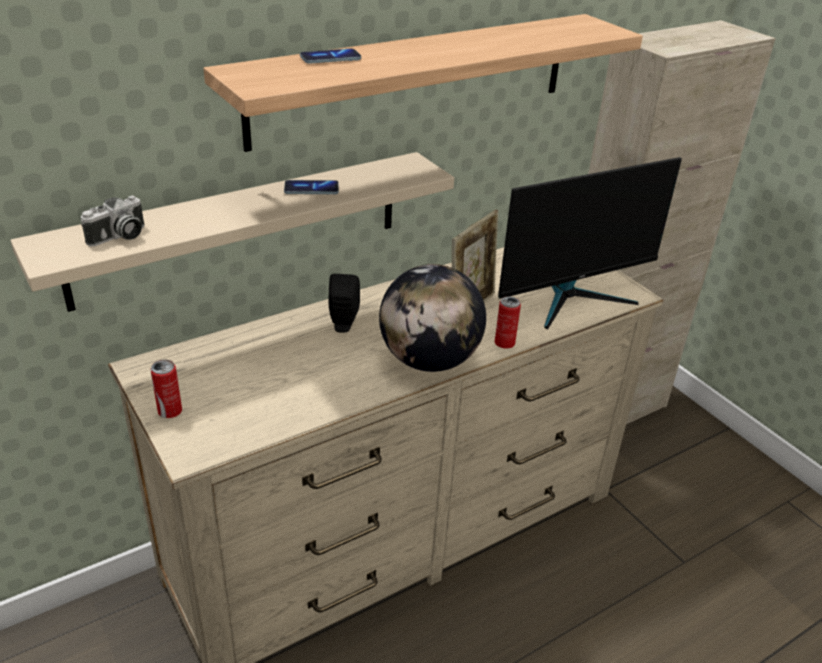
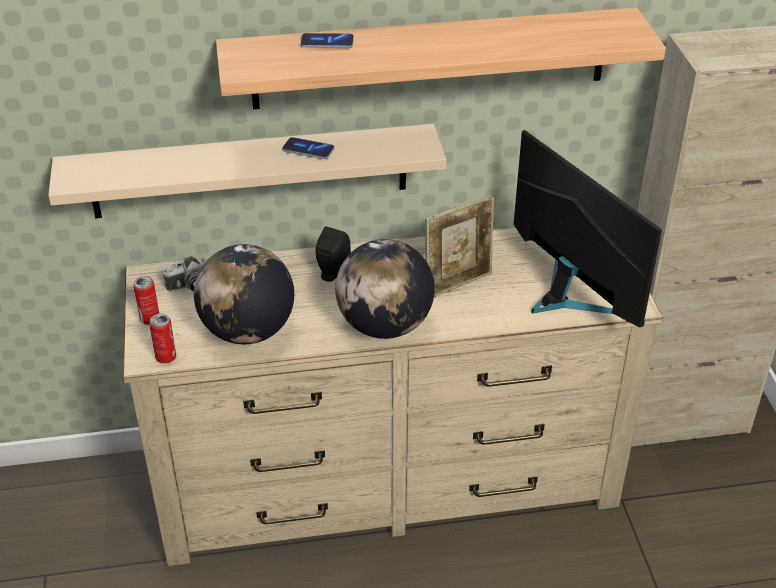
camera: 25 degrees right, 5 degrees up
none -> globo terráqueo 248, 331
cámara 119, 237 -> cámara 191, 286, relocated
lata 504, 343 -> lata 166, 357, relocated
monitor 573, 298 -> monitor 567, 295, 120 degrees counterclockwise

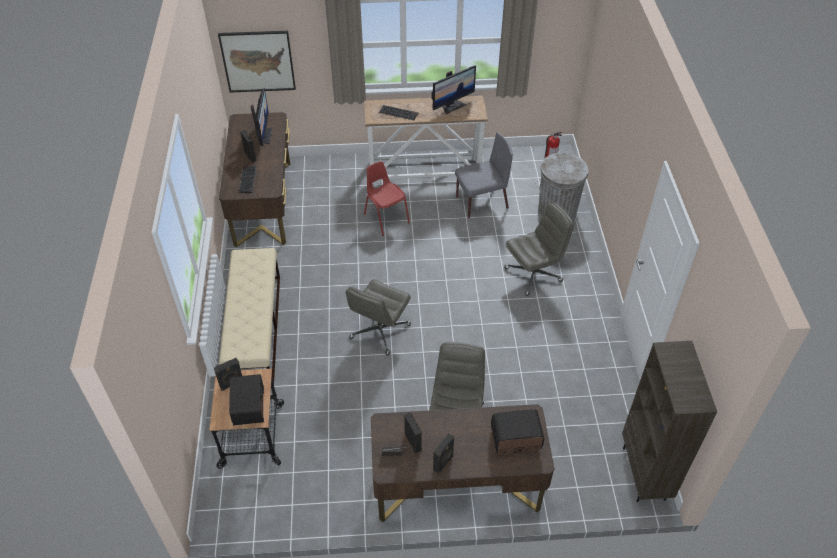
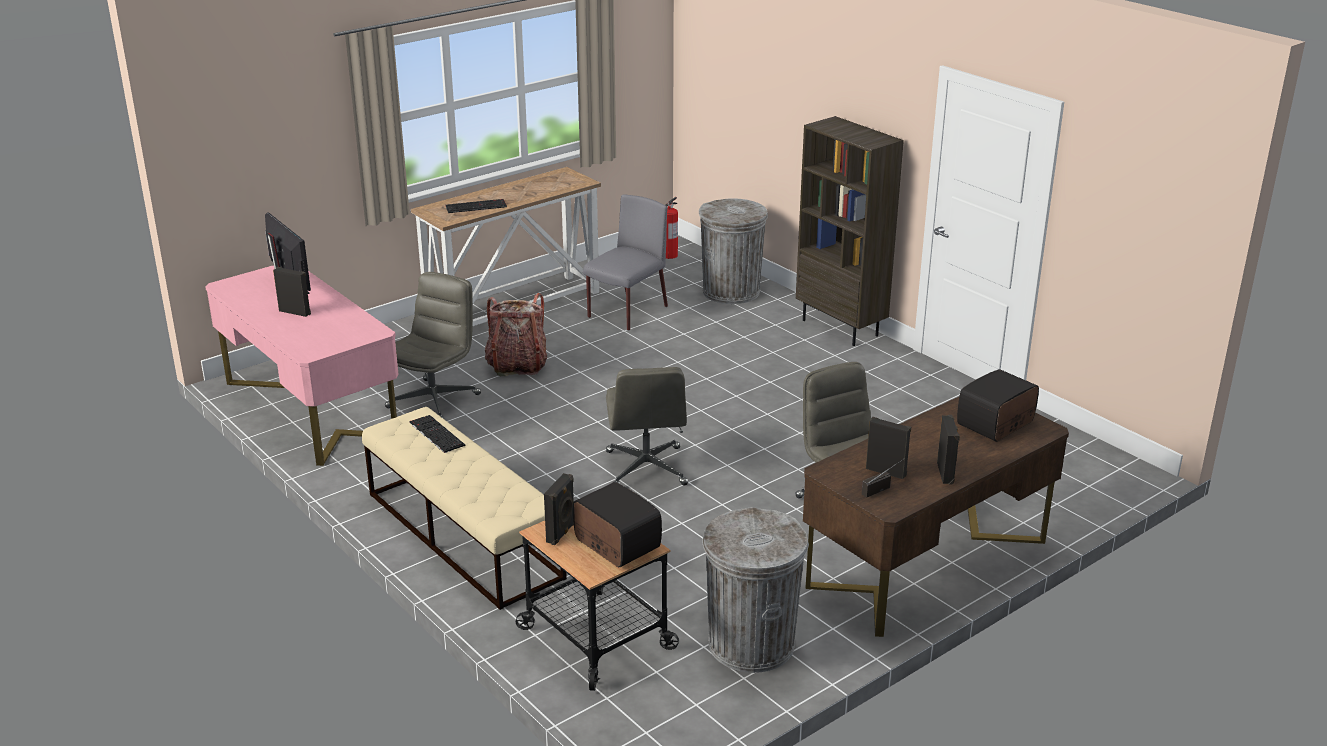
camera: 35 degrees left, 20 degrees down
cuadro 258, 61 -> none
monitor 452, 106 -> none
none -> papelera/gris 751, 644
teclado 247, 179 -> teclado 435, 434, relocated
silla de oficina/gris 533, 274 -> silla de oficina/gris 434, 400, relocated
estantería/marrón 644, 474 -> estantería/marrón 841, 328, relocated
silla/rojo 386, 218 -> mochila 517, 365
escritorio/marrón 263, 203 -> escritorio/rosa 310, 409

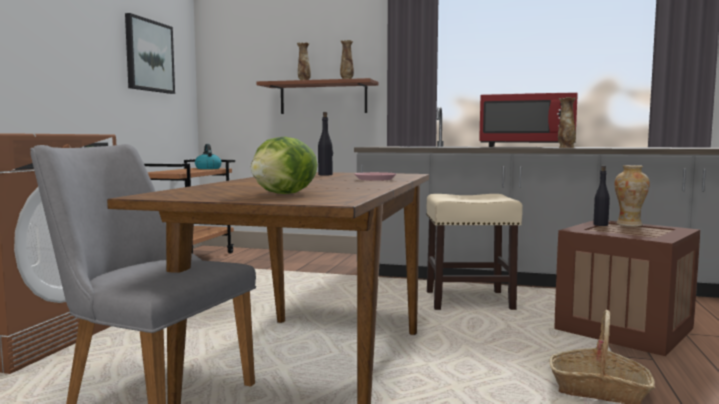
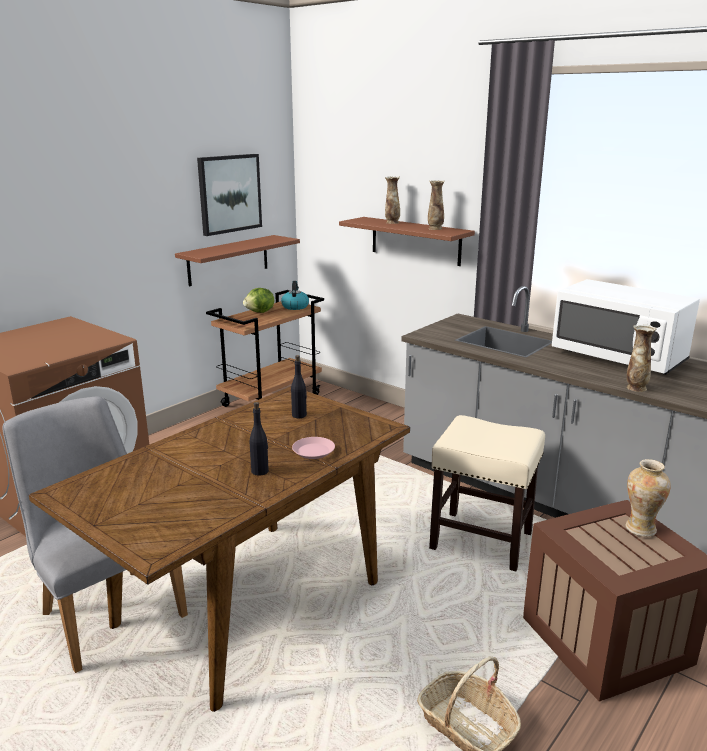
camera: 25 degrees right, 15 degrees up
none -> estante/marrón 228, 260
lechuga 285, 194 -> lechuga 260, 312, relocated
botella/negro 600, 225 -> botella/negro 260, 471, relocated
microondas/rojo 527, 146 -> microondas/blanco 618, 358

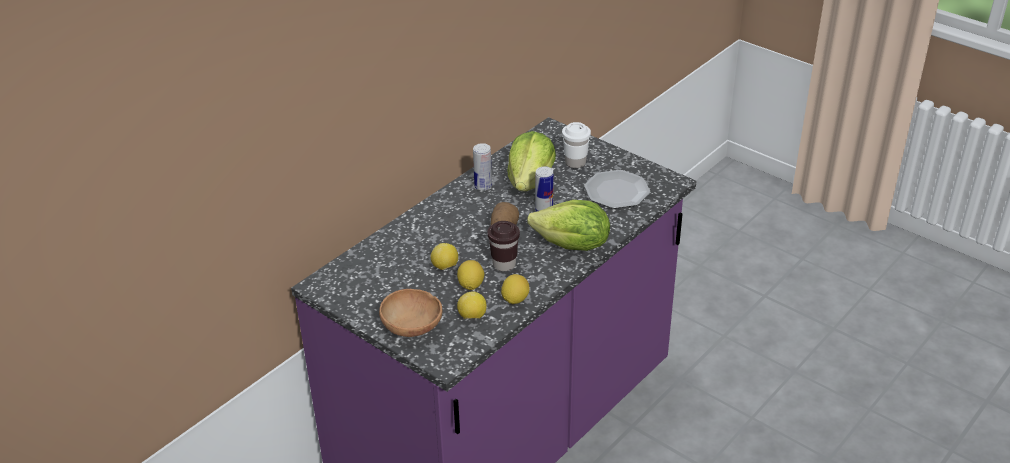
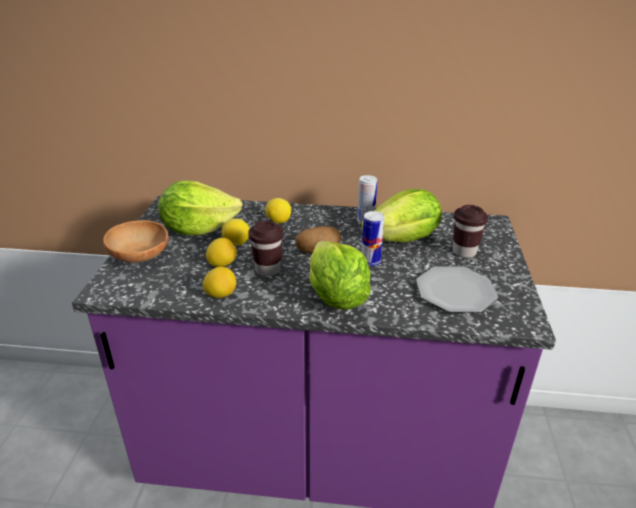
camera: 55 degrees right, 5 degrees down
none -> lechuga 198, 229
limón 472, 317 -> limón 278, 221, relocated
taza/blanco 575, 163 -> taza/marrón 464, 252

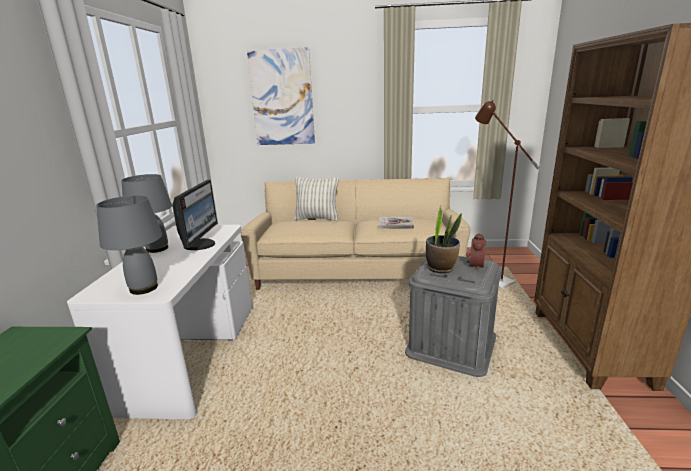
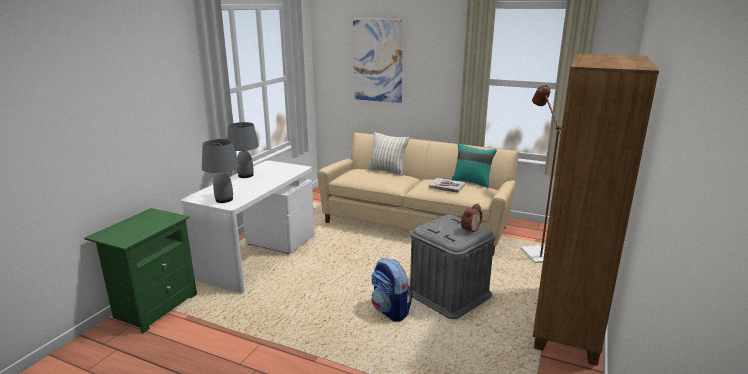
camera: 20 degrees right, 0 degrees up
monitor 200, 245 -> none
planta en maceta 441, 268 -> none
none -> mochila 390, 311
none -> cojín/turquesa 472, 182

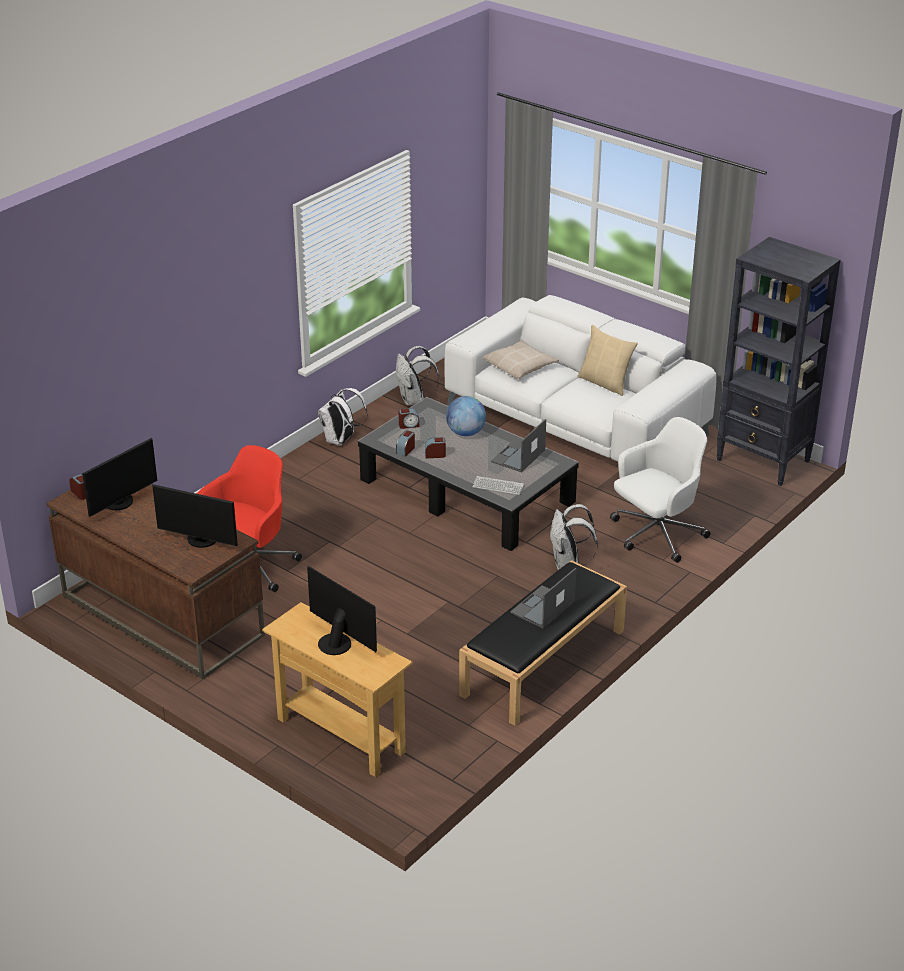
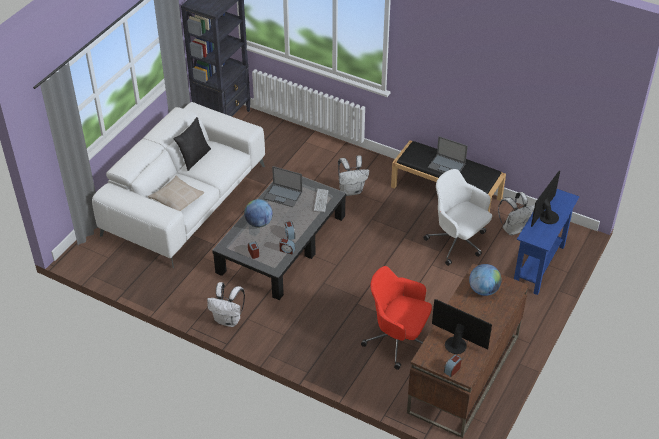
camera: 100 degrees left, 10 degrees up
mochila/blanco 414, 400 -> mochila/blanco 514, 228, relocated
silla de oficina/blanco 656, 535 -> silla de oficina/blanco 457, 243, relocated
monitor 201, 540 -> globo terráqueo 483, 290
mesa consola/beis 340, 735 -> mesa consola/azul 539, 265
cojín/beis 605, 383 -> cojín/negro 194, 157

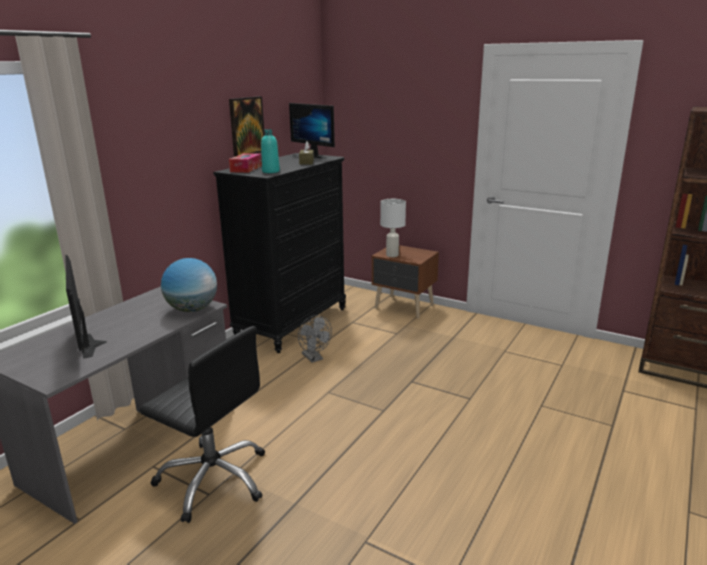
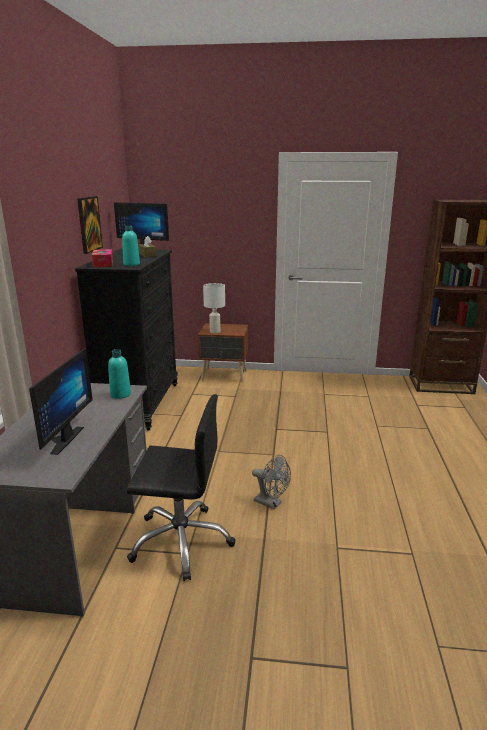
camera: 25 degrees left, 0 degrees up
ventilador/gris 314, 358 -> ventilador/gris 271, 503, relocated
globo terráqueo 192, 309 -> botella/turquesa 120, 394
monitor 94, 344 -> monitor 61, 439, 120 degrees counterclockwise

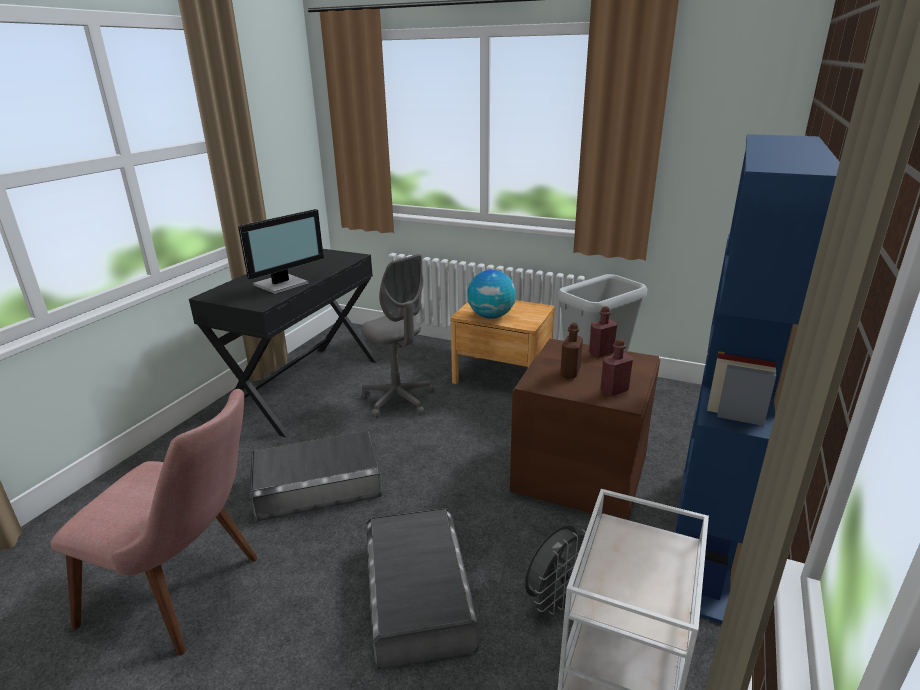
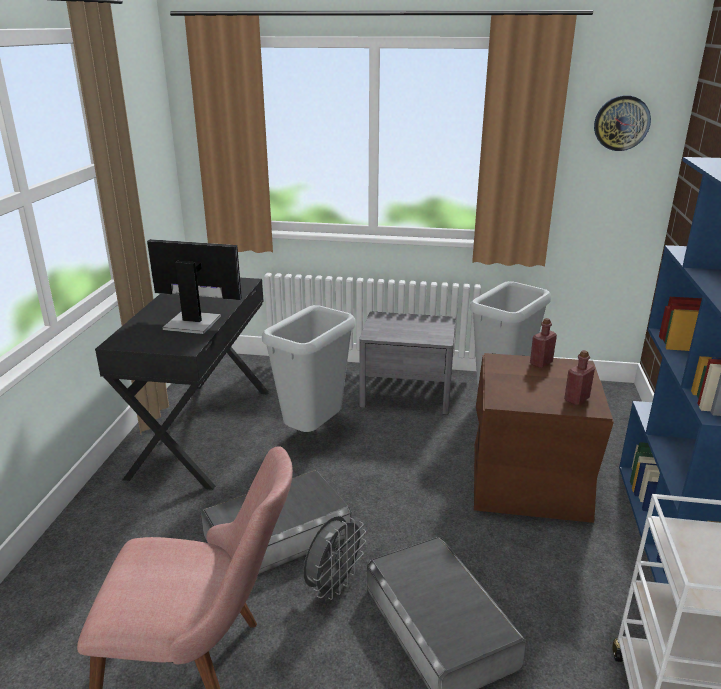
camera: 15 degrees left, 0 degrees up
globo terráqueo 491, 316 -> none
botella/marrón 570, 372 -> none
none -> reloj de pared 621, 123
ventilador/gris 556, 598 -> ventilador/gris 333, 585, relocated
silla de oficina/gris 398, 400 -> papelera/gris 314, 432
mesita de noche/marrón 502, 376 -> mesita de noche/gris 406, 393
monitor 283, 284 -> monitor 193, 322, 105 degrees counterclockwise

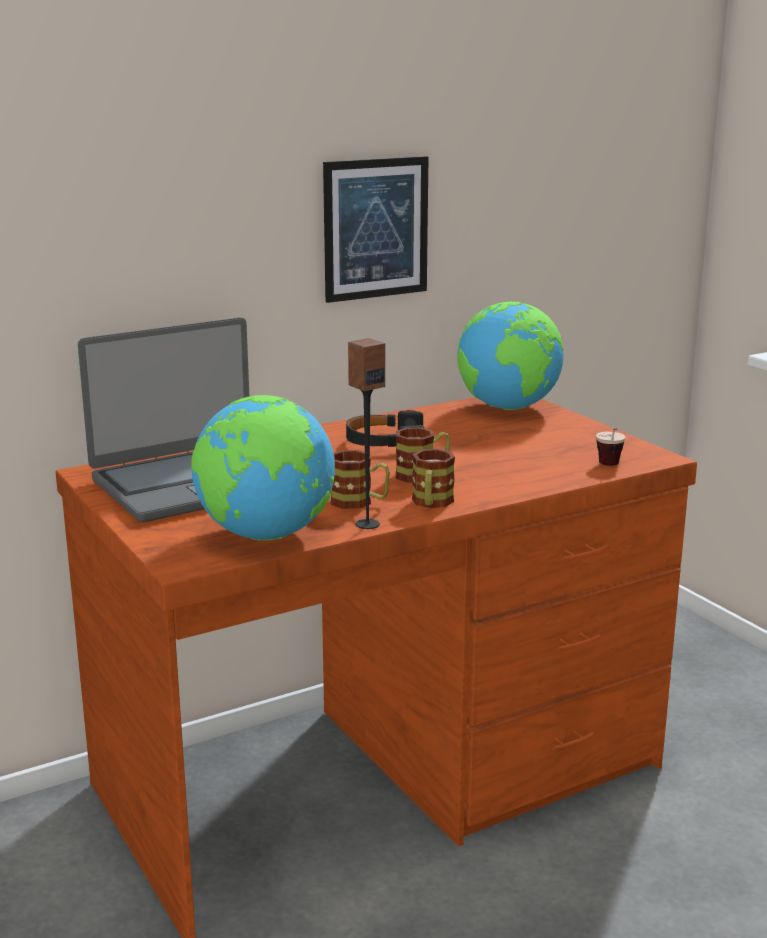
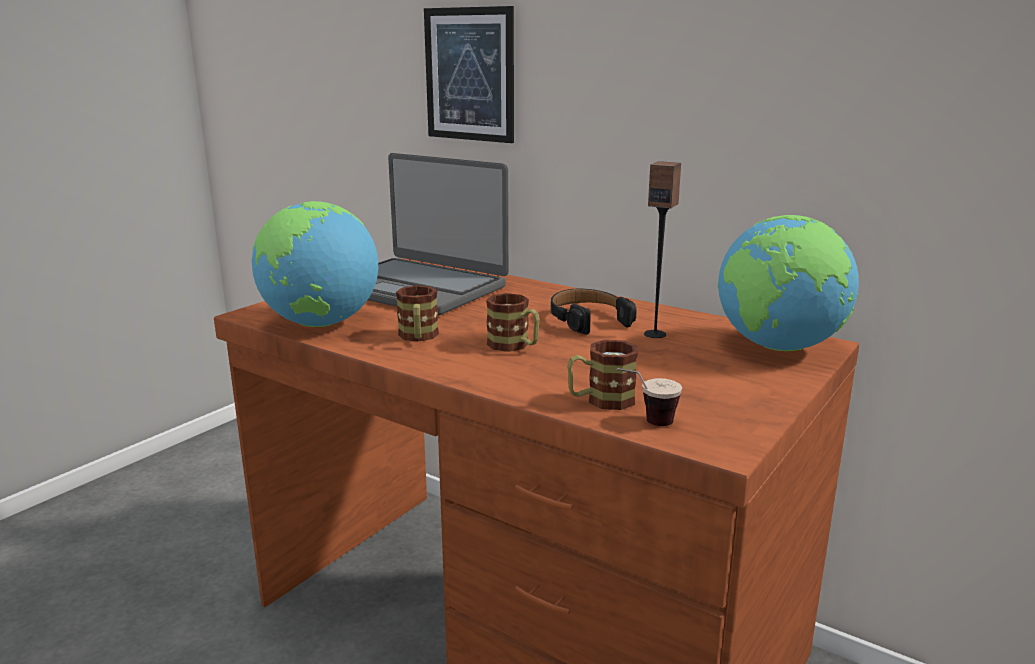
camera: 65 degrees right, 0 degrees up
cuadro 376, 228 -> cuadro 469, 75, relocated
altavoz 367, 524 -> altavoz 655, 334, relocated
taza grande 431, 503 -> taza grande 601, 400, relocated

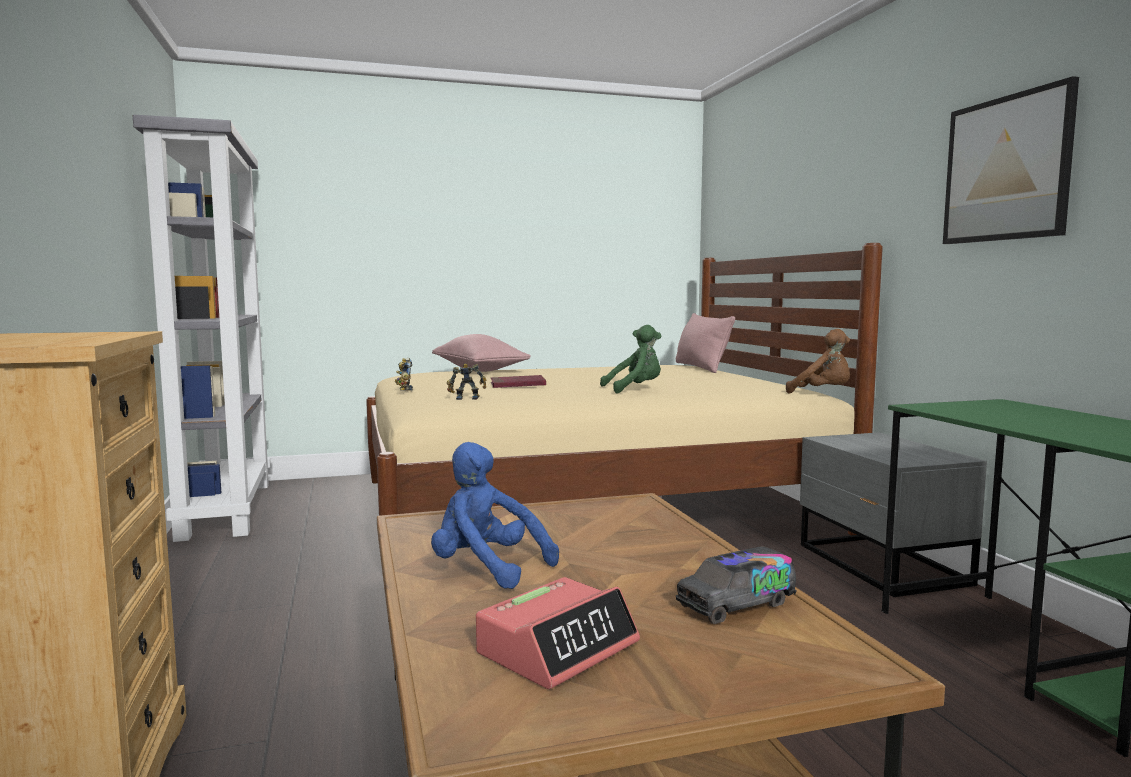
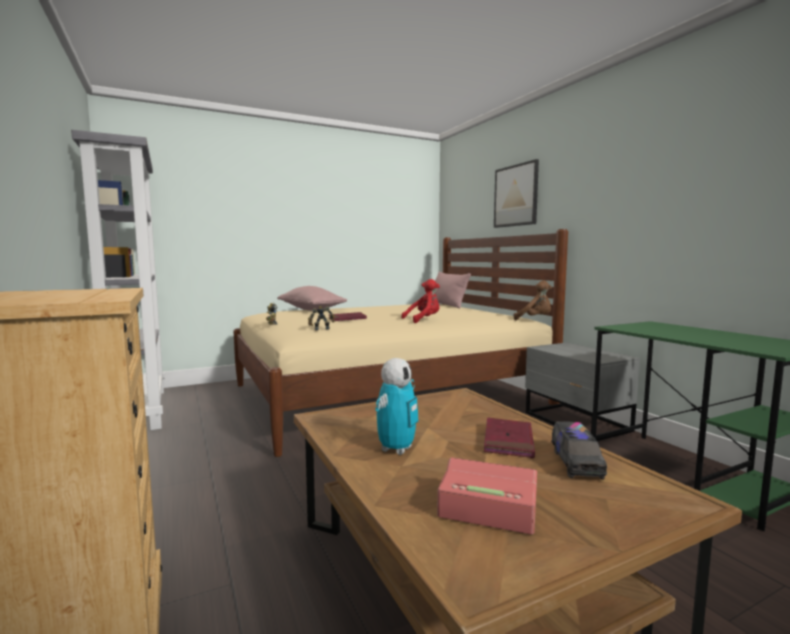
camera: 10 degrees left, 0 degrees up
none -> libro/rojo 508, 441
cuadro 1007, 169 -> cuadro 516, 195, relocated
peluche/azul 486, 569 -> robot de juguete 396, 449
peluche/verde 635, 389 -> peluche/rojo 423, 320
despertador 558, 648 -> despertador 487, 506, 105 degrees counterclockwise
camión de juguete 736, 604 -> camión de juguete 576, 463, 45 degrees counterclockwise

